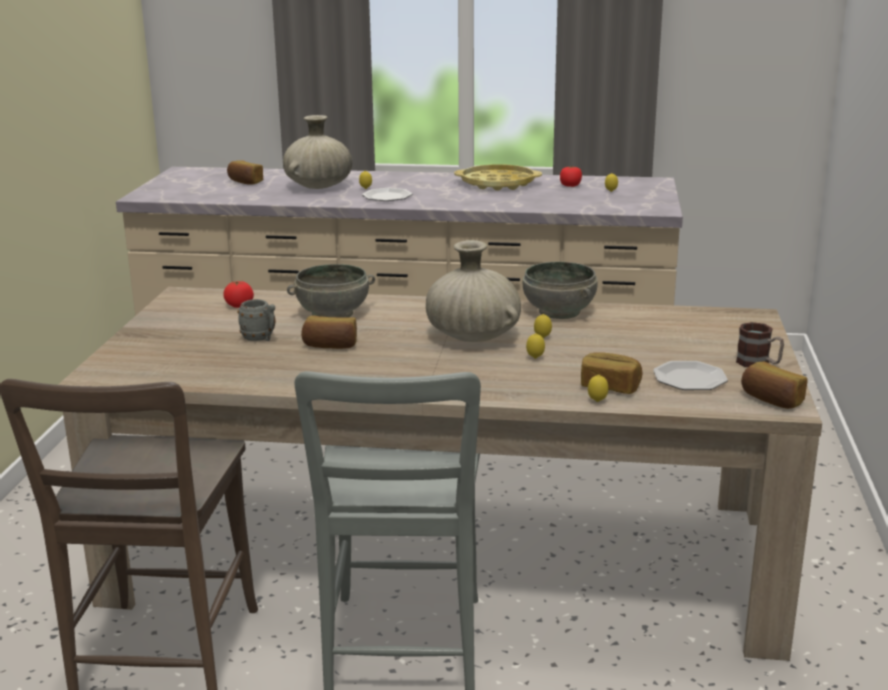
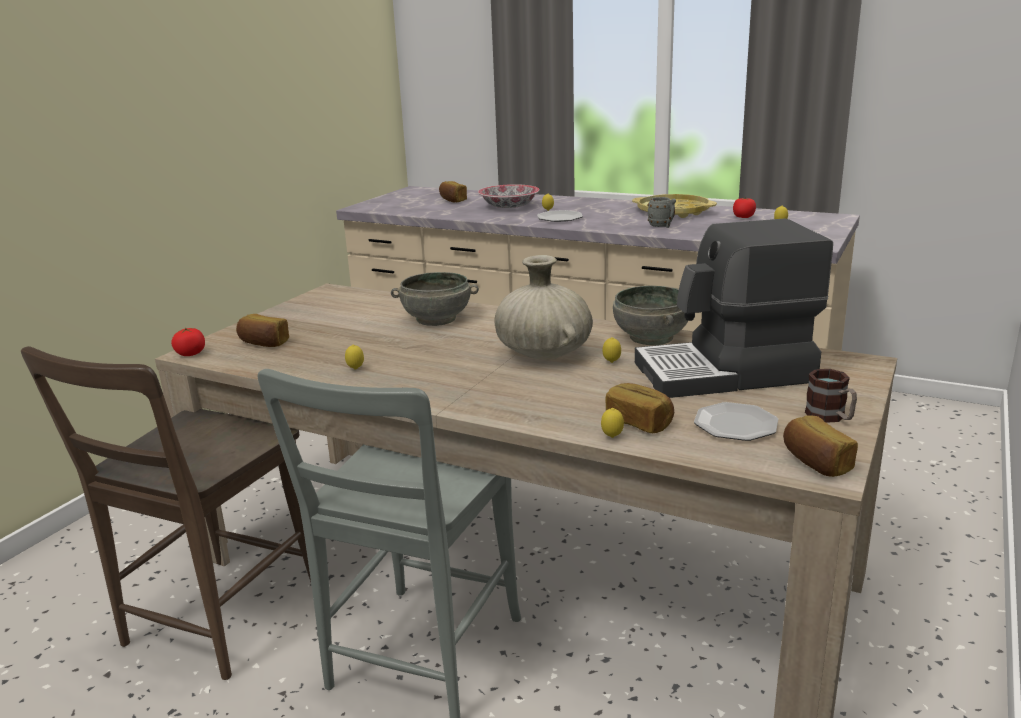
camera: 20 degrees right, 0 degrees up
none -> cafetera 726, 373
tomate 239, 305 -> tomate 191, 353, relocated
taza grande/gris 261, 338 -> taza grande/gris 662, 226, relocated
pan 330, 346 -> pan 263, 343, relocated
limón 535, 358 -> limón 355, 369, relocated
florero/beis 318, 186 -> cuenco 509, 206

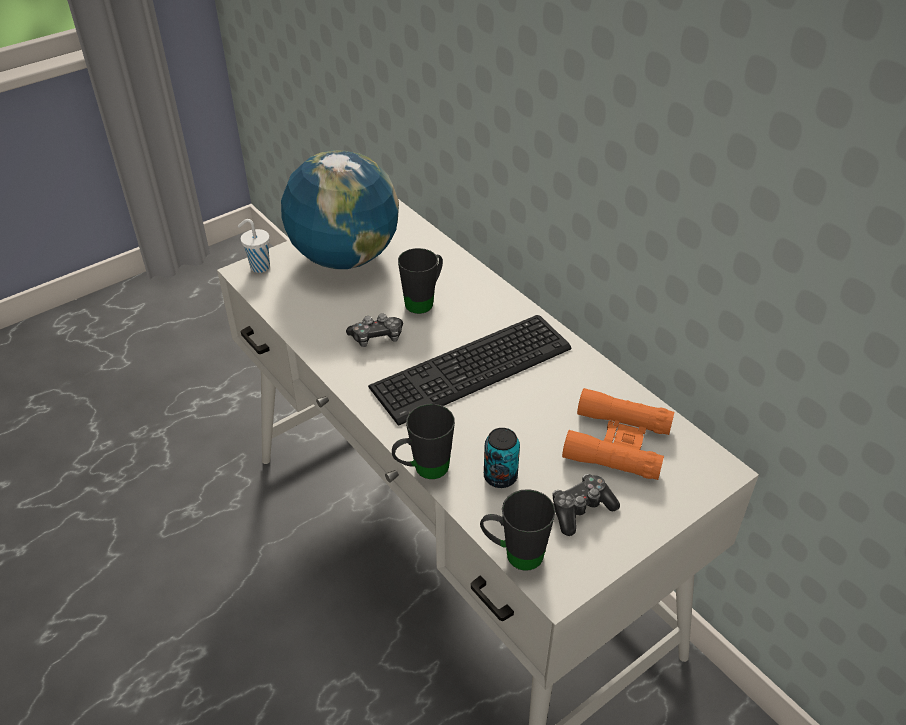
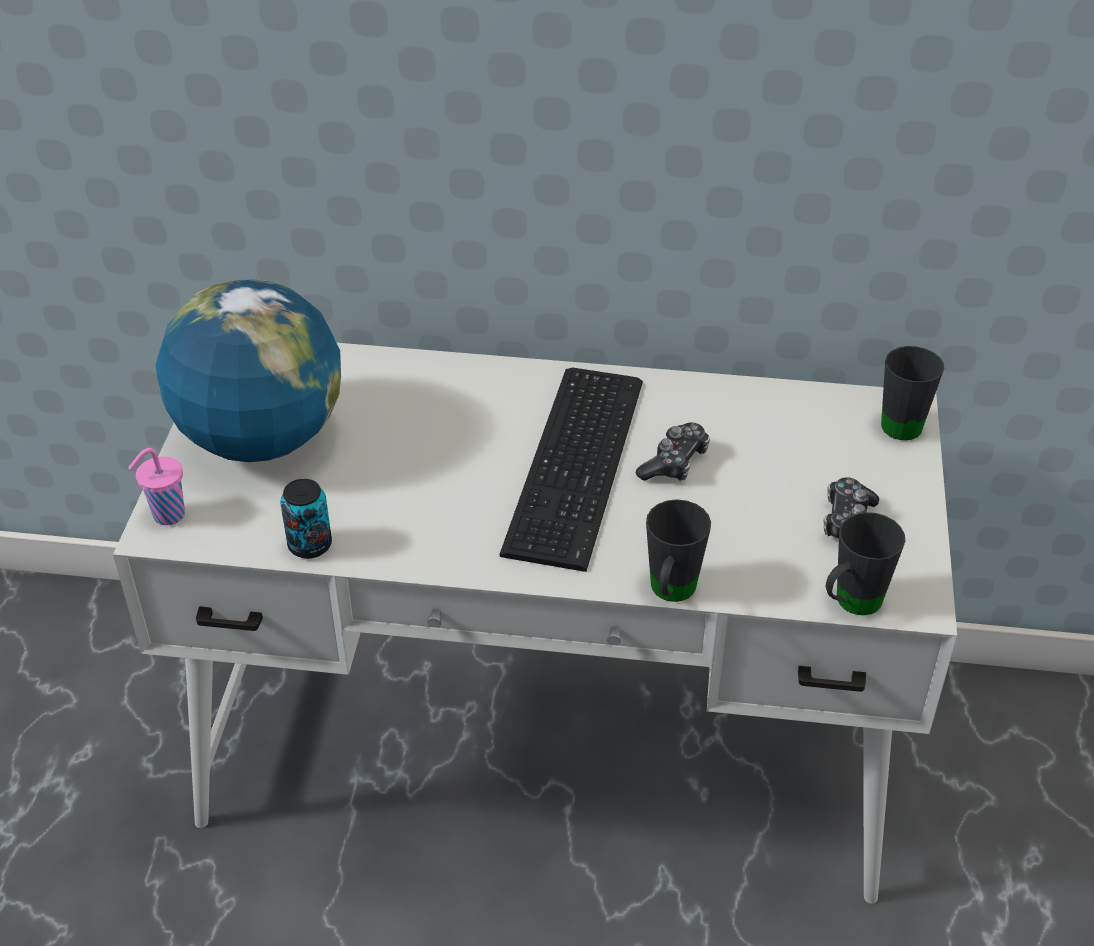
camera: 45 degrees left, 0 degrees up
prismáticos/naranja 617, 442 -> none
mando de consola 377, 337 -> mando de consola 674, 462, relocated
taza grande/negro 424, 301 -> taza grande/negro 898, 419, relocated
lata 500, 477 -> lata 310, 545, relocated
taza/blanco 259, 267 -> taza/rosa 167, 515

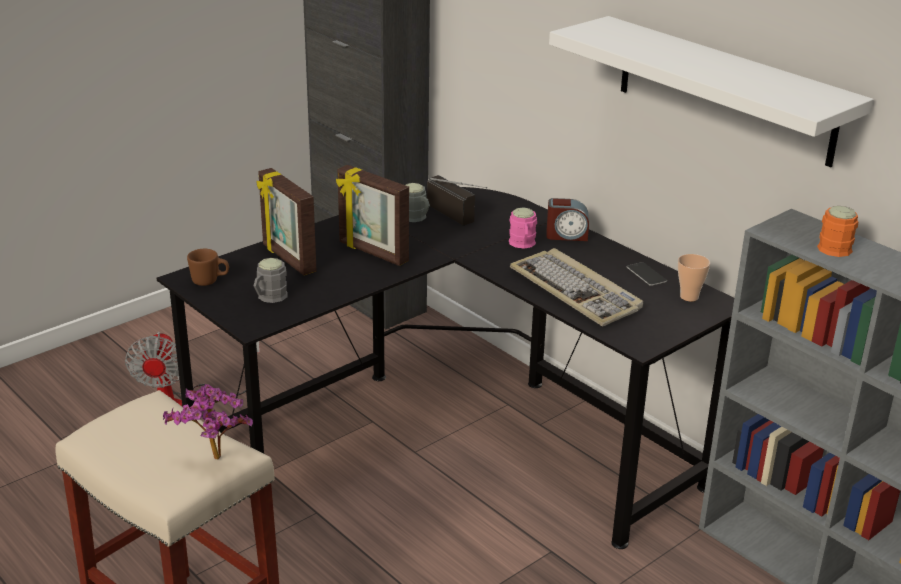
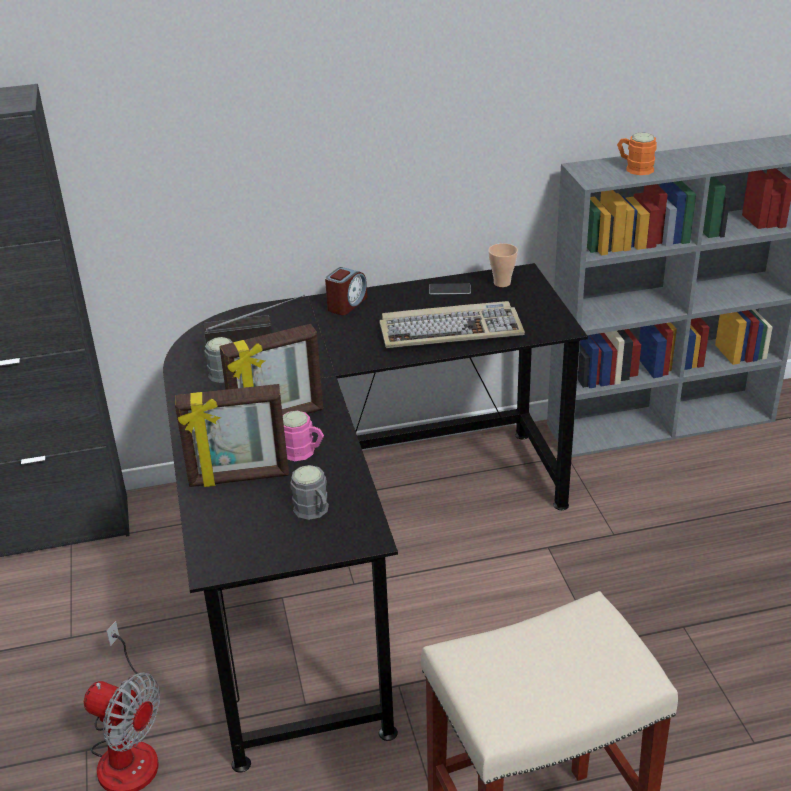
camera: 60 degrees left, 5 degrees up
planta en maceta 214, 462 -> none
taza grande/marrón 210, 281 -> none
estante/blanco 724, 90 -> none
taza grande/rosa 522, 244 -> taza grande/rosa 303, 452, relocated

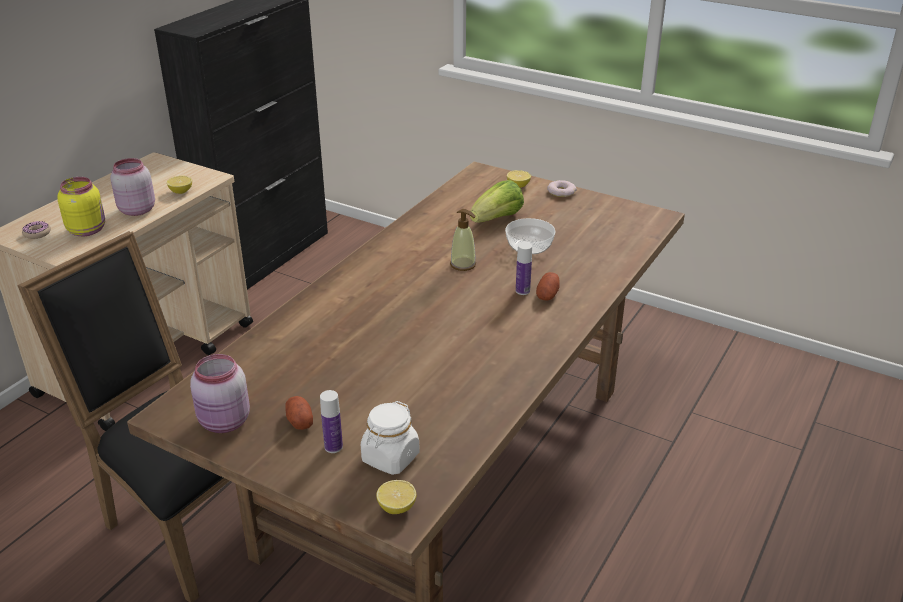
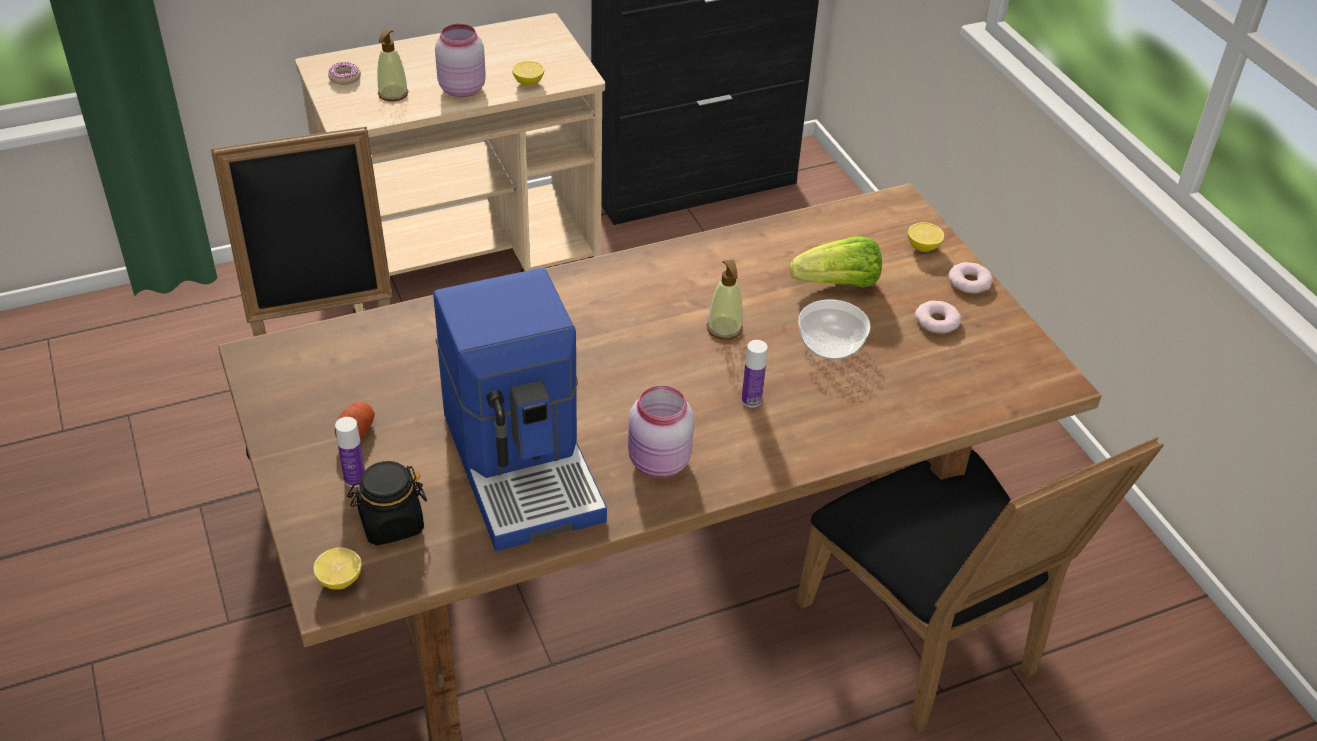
camera: 35 degrees right, 10 degrees up
patata 547, 295 -> none
none -> cafetera 524, 464
none -> silla/negro 929, 644
none -> rosquilla 936, 321
tarro/rosa 225, 422 -> tarro/rosa 658, 463, relocated
tarro/amarillo 87, 230 -> dispensador de jabón 393, 94
tarro/blanco 390, 458 -> tarro/negro 391, 523

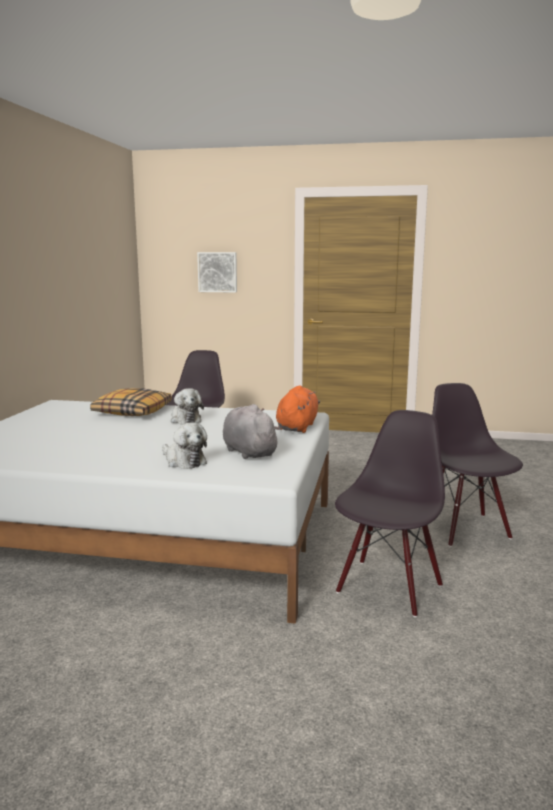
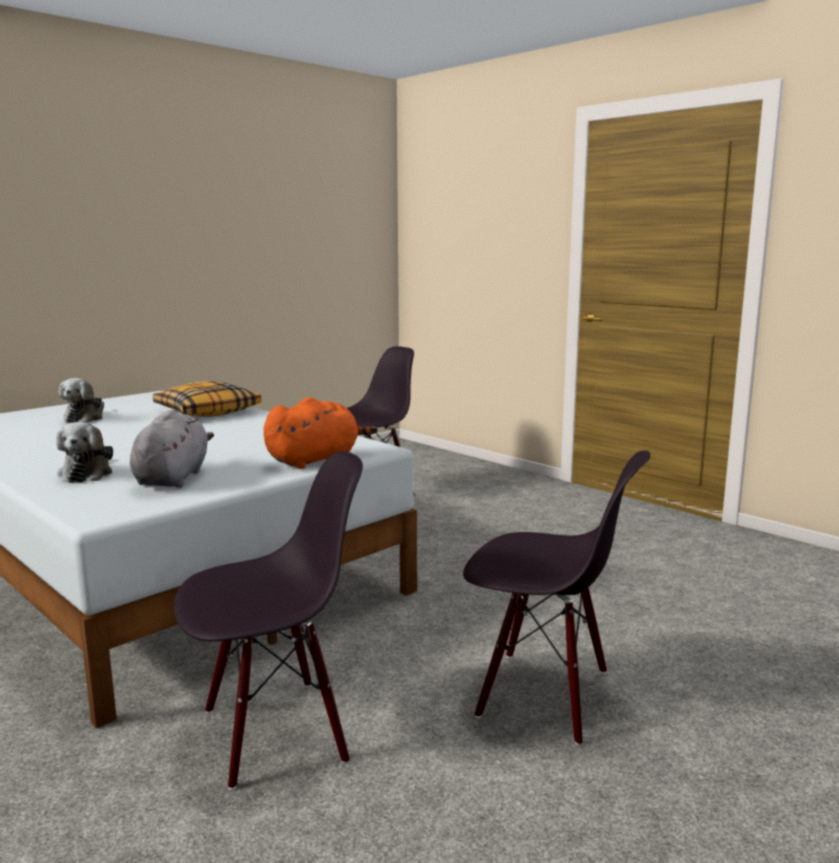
camera: 35 degrees right, 0 degrees up
cuadro 218, 272 -> none
peluche 185, 419 -> peluche 85, 418, relocated
silla/negro 465, 529 -> silla/negro 543, 694, 90 degrees clockwise

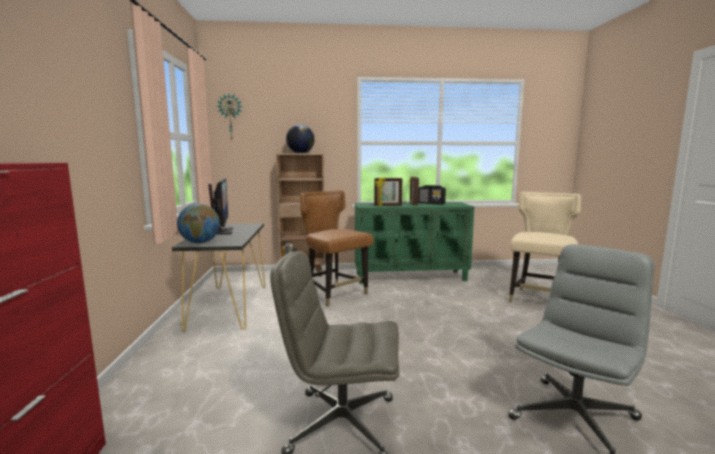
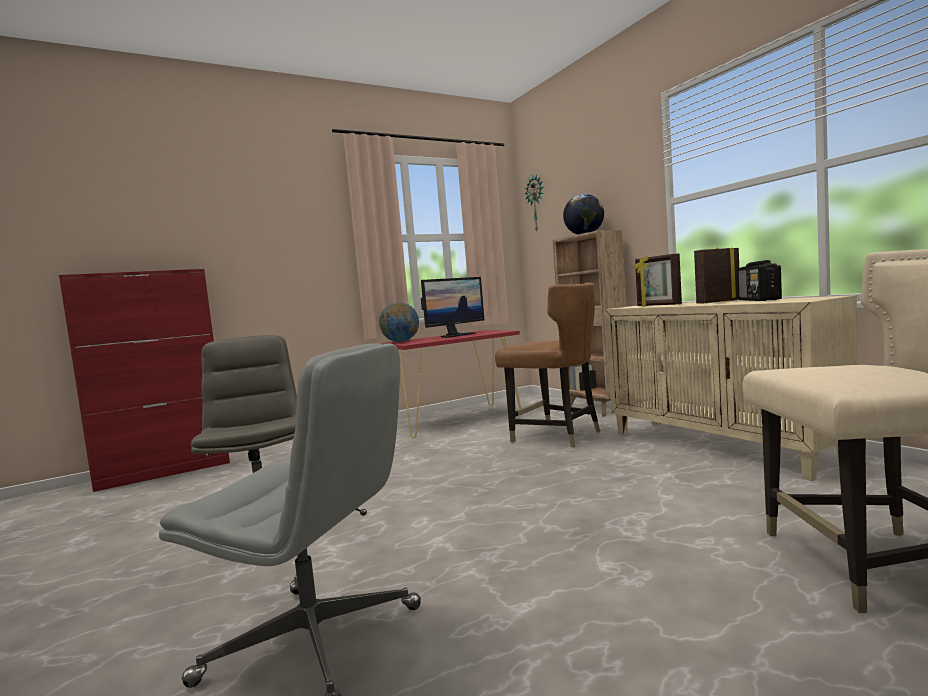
camera: 65 degrees right, 5 degrees down
mesa consola/negro 229, 306 -> mesa consola/rojo 457, 419
armario/verde 411, 277 -> armario/beis 720, 446
silla/marrón 335, 294 -> silla/marrón 556, 436, 105 degrees clockwise

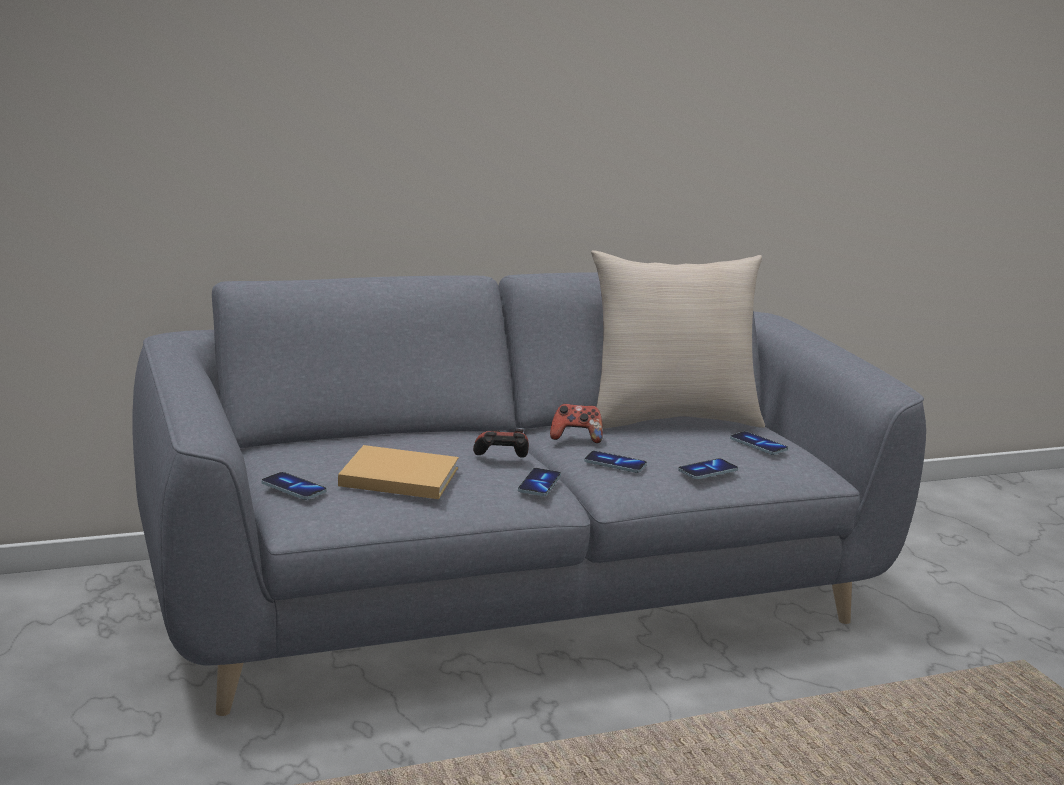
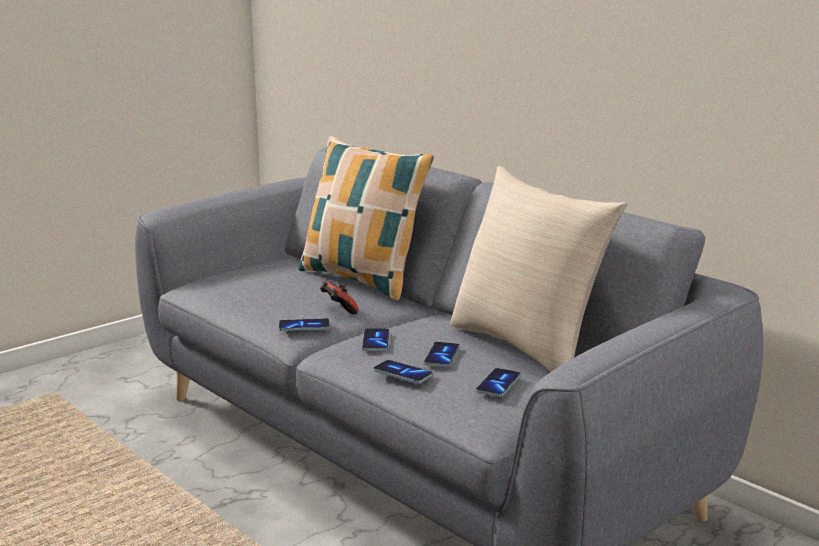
camera: 70 degrees right, 0 degrees up
libro/beis 395, 476 -> none
mando de consola 576, 438 -> none
none -> cojín 362, 280
móvil 293, 488 -> móvil 442, 356, relocated

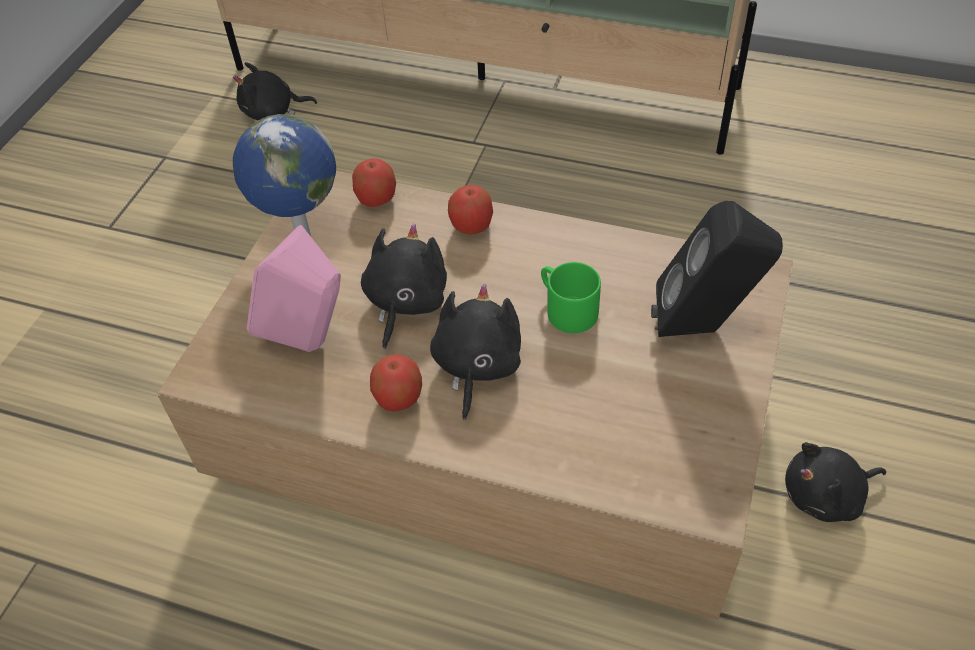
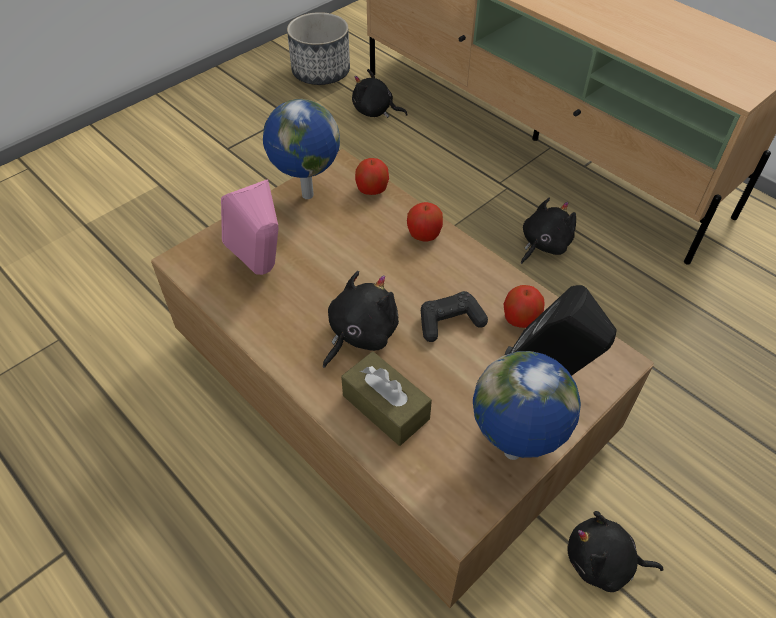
camera: 25 degrees right, 0 degrees up
none -> maceta 321, 72
none -> caja de pañuelos/marrón 385, 407
none -> globo terráqueo 512, 454
peluche/negro 405, 302 -> peluche/negro 543, 245, relocated
manzana 398, 398 -> manzana 520, 319, relocated
taza grande/verde 565, 309 -> mando de consola/negro 450, 322

